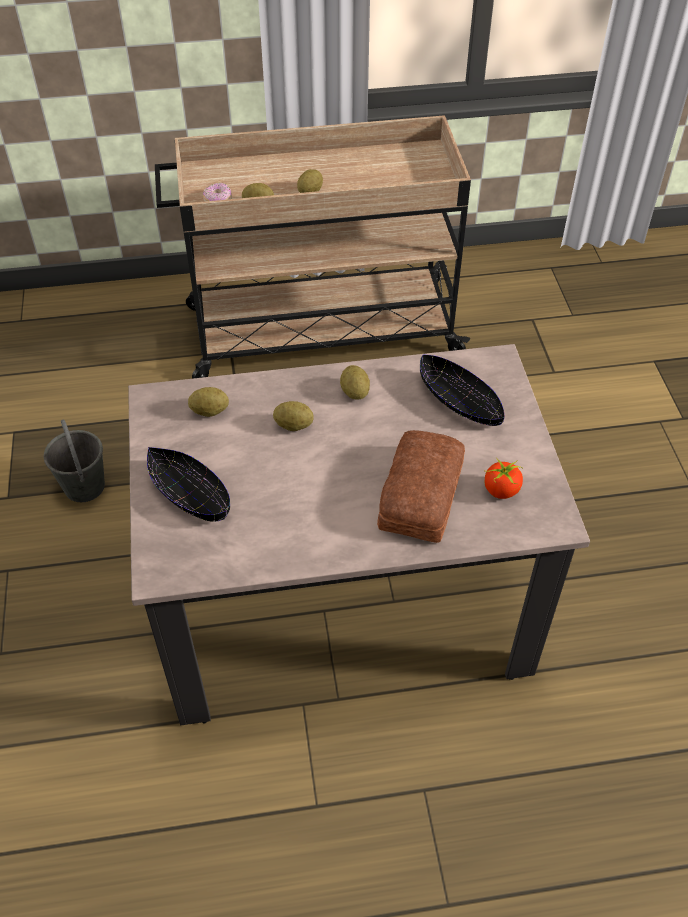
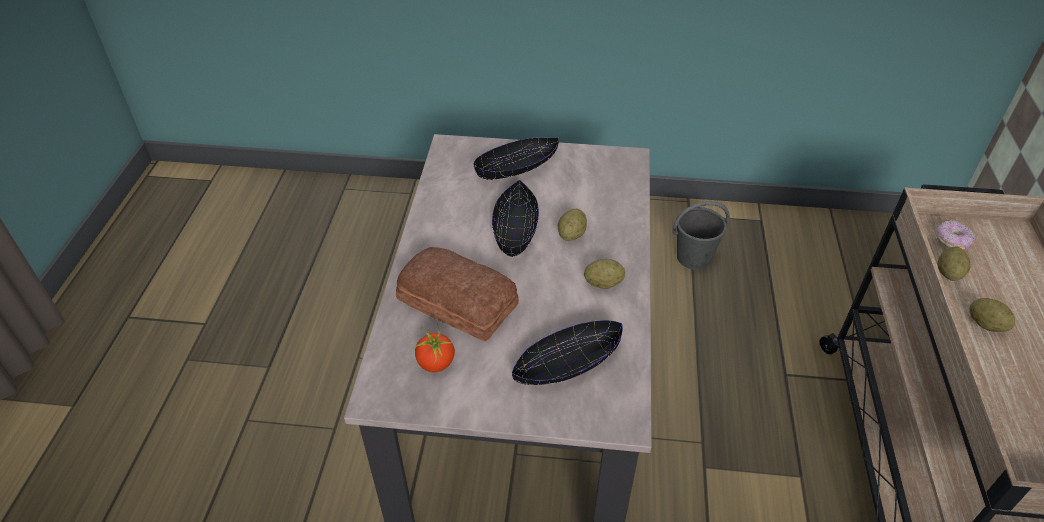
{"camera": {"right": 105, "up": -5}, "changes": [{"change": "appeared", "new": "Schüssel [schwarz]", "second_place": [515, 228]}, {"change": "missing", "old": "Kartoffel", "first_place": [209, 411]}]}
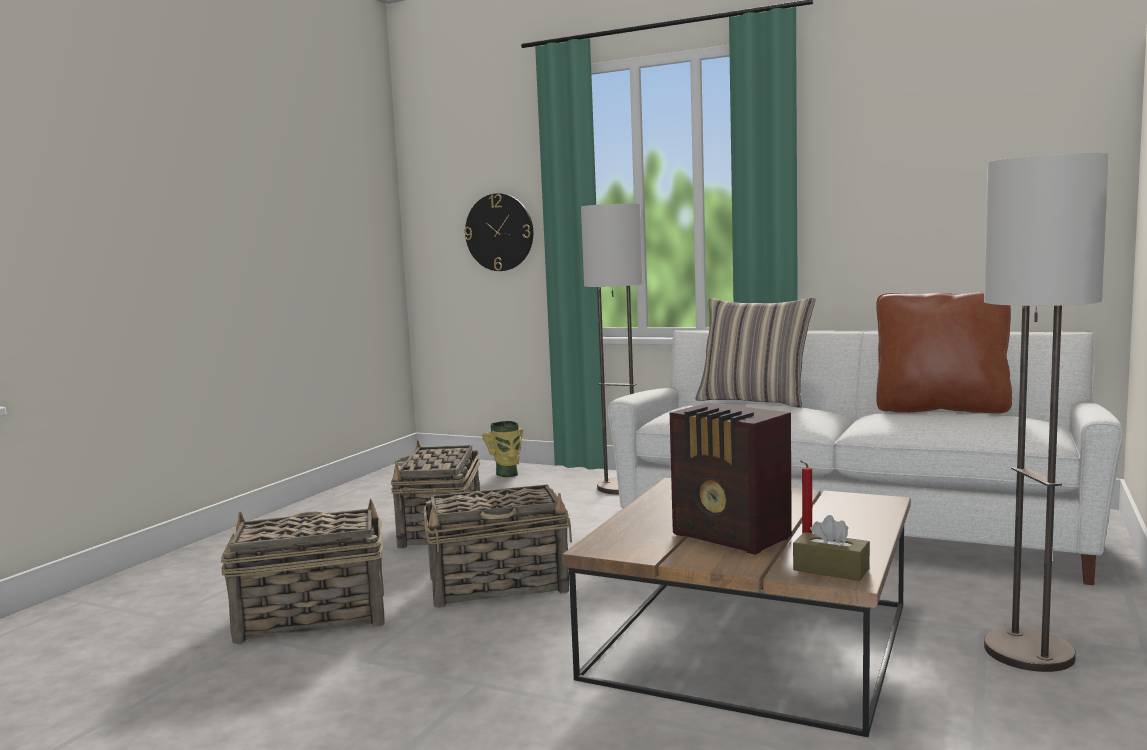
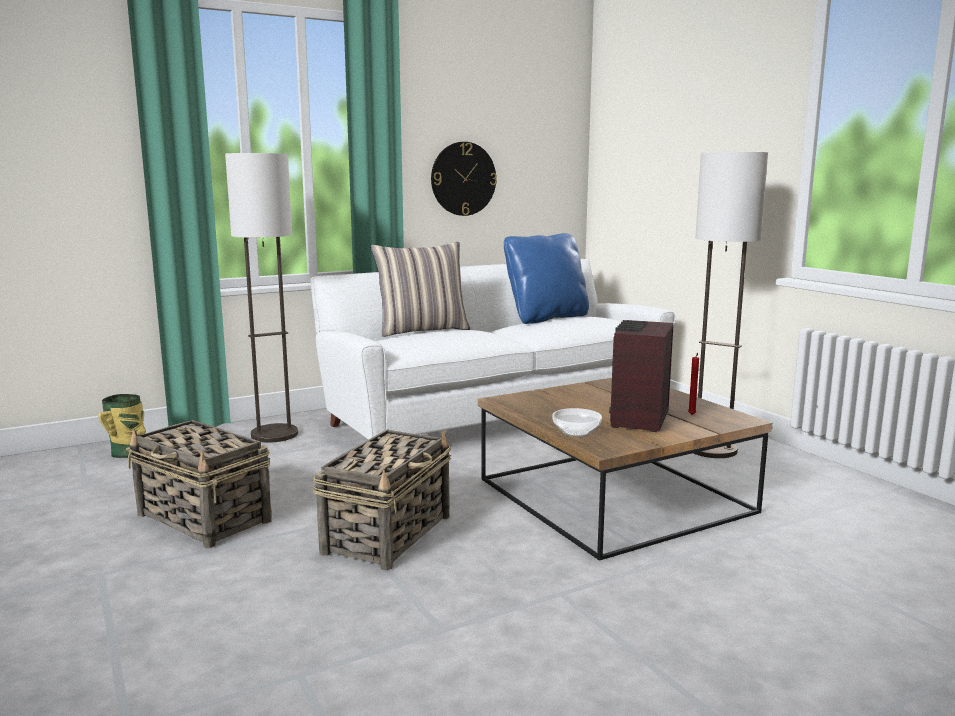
{"camera": {"right": -55, "up": 5}, "changes": [{"change": "relocated", "old": "Wanduhr", "first_place": [499, 232], "second_place": [463, 179]}, {"change": "colour", "old": "Kissen [braun]", "new": "Kissen [blau]", "first_place": [940, 409], "second_place": [546, 318]}, {"change": "appeared", "new": "Schüssel", "second_place": [576, 432]}, {"change": "spun", "old": "Radio", "first_place": [732, 537], "second_place": [638, 419], "degrees": 120}, {"change": "missing", "old": "Korb", "first_place": [310, 618]}, {"change": "missing", "old": "Taschentuchbox [braun]", "first_place": [831, 569]}]}
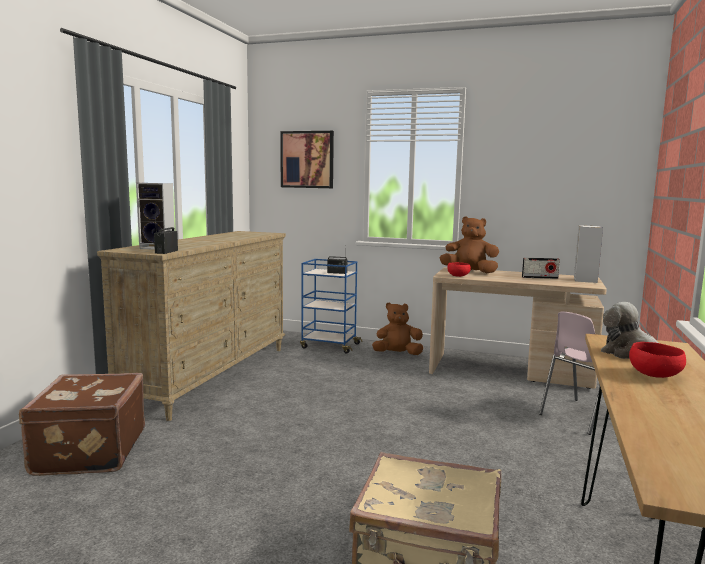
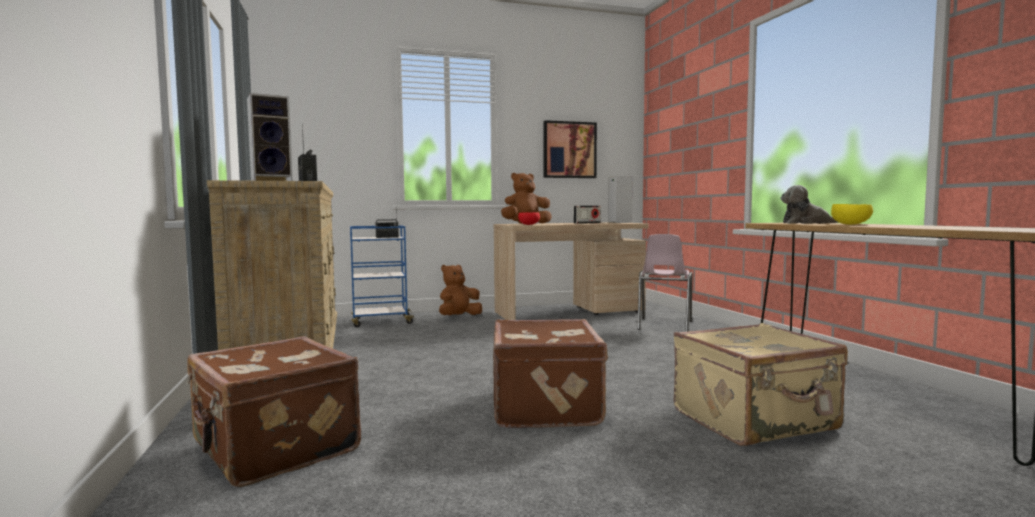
{"camera": {"right": -35, "up": -5}, "changes": [{"change": "appeared", "new": "Koffer [braun]", "second_place": [548, 406]}, {"change": "relocated", "old": "Bild", "first_place": [307, 159], "second_place": [569, 150]}, {"change": "colour", "old": "Schüssel [rot]", "new": "Schüssel [gelb]", "first_place": [656, 375], "second_place": [851, 224]}]}
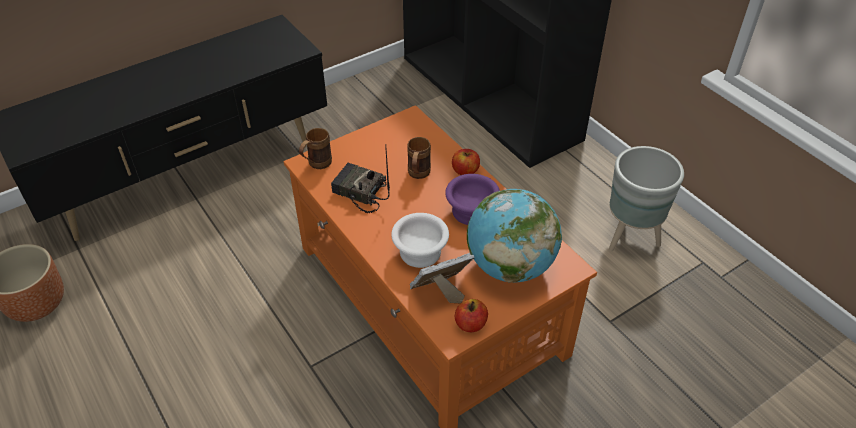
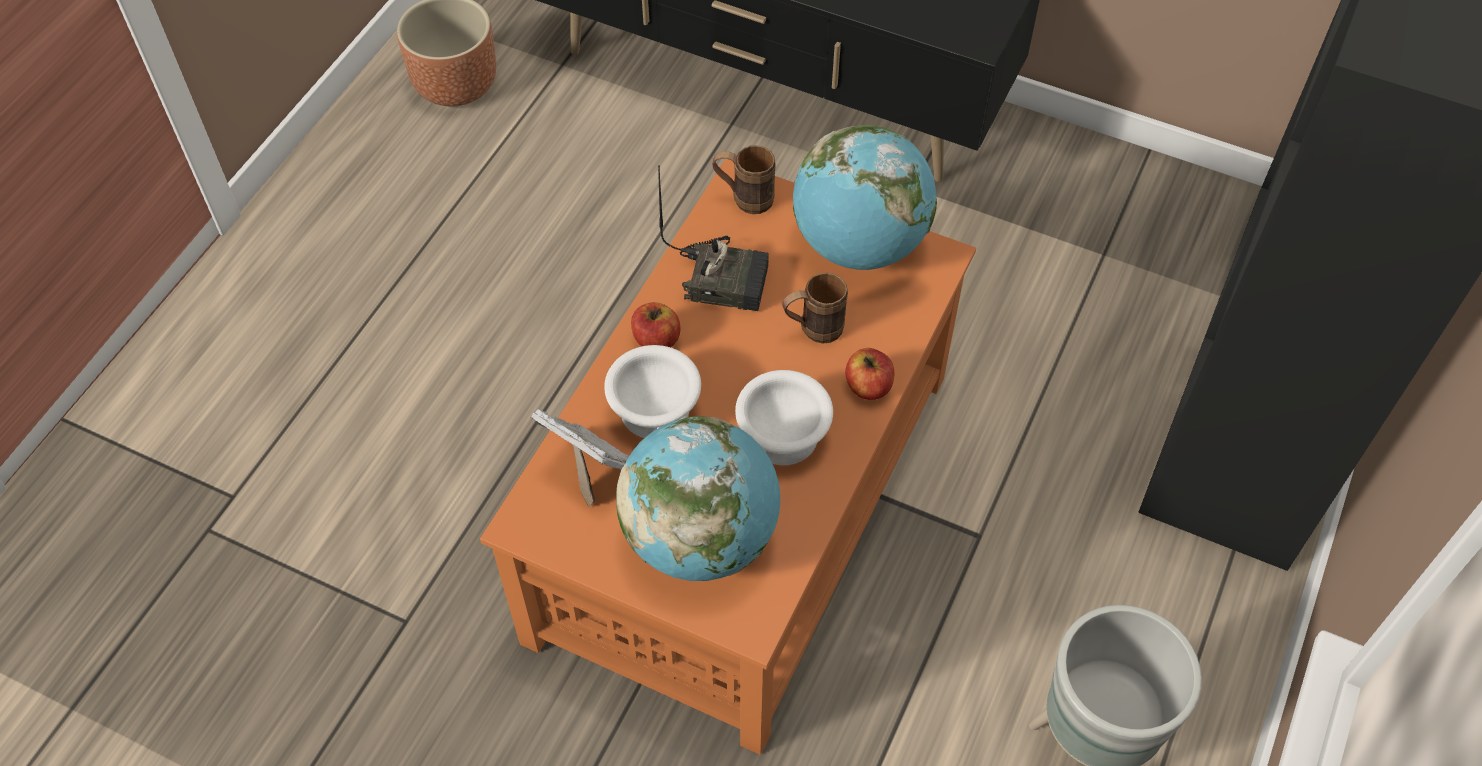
{"camera": {"right": 60, "up": 10}, "changes": [{"change": "relocated", "old": "Apfel", "first_place": [470, 324], "second_place": [656, 340]}, {"change": "spun", "old": "Radio", "first_place": [359, 193], "second_place": [724, 278], "degrees": 105}, {"change": "colour", "old": "Schüssel [lila]", "new": "Schüssel [weiß]", "first_place": [470, 212], "second_place": [780, 435]}, {"change": "appeared", "new": "Globus", "second_place": [859, 245]}]}
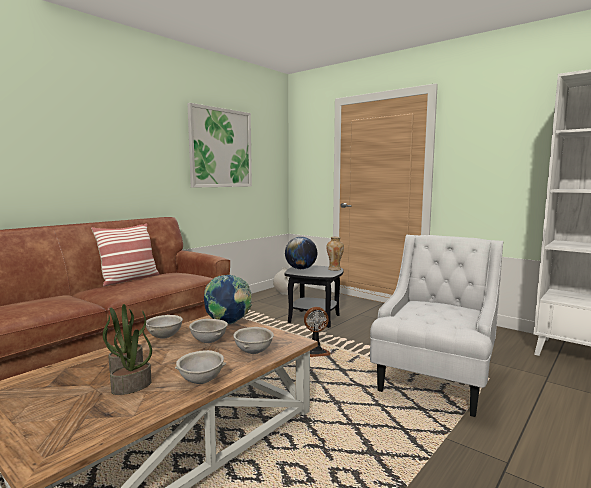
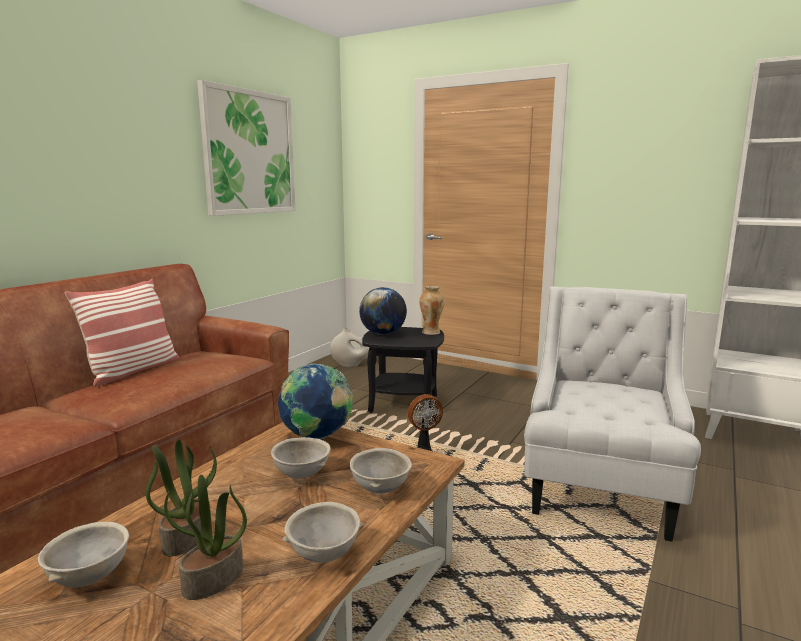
{"camera": {"right": -10, "up": 5}, "changes": [{"change": "relocated", "old": "Schüssel [grau]", "first_place": [164, 337], "second_place": [88, 578]}]}
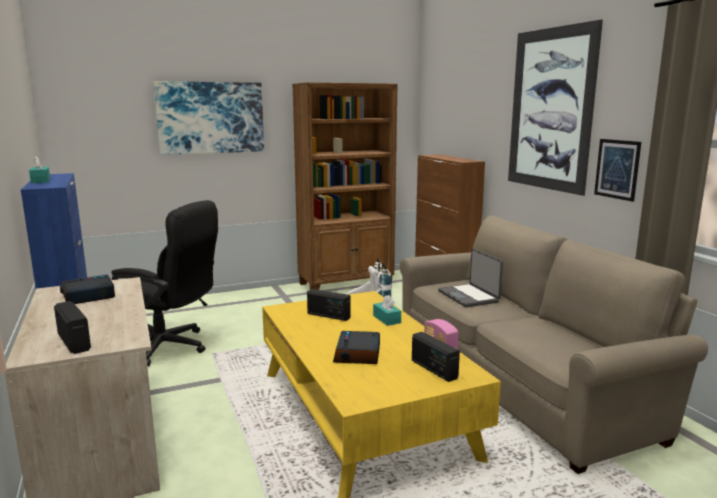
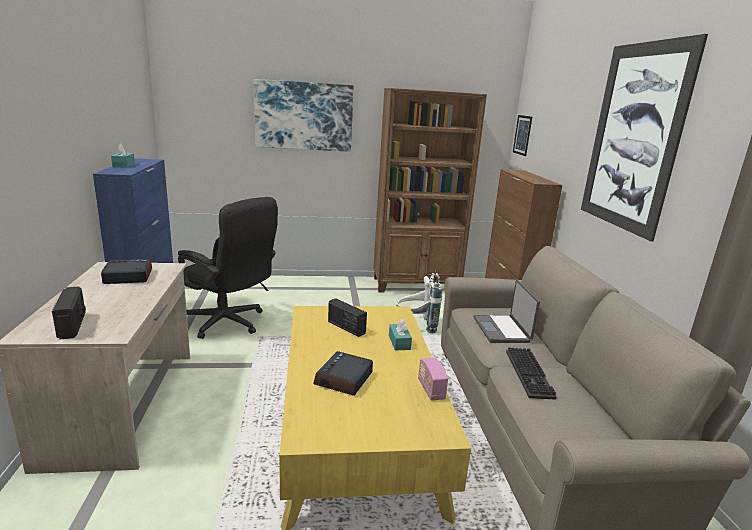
{"camera": {"right": 15, "up": 5}, "changes": [{"change": "appeared", "new": "Tastatur", "second_place": [531, 375]}, {"change": "relocated", "old": "Bild", "first_place": [617, 169], "second_place": [522, 135]}, {"change": "missing", "old": "Radio", "first_place": [433, 369]}]}
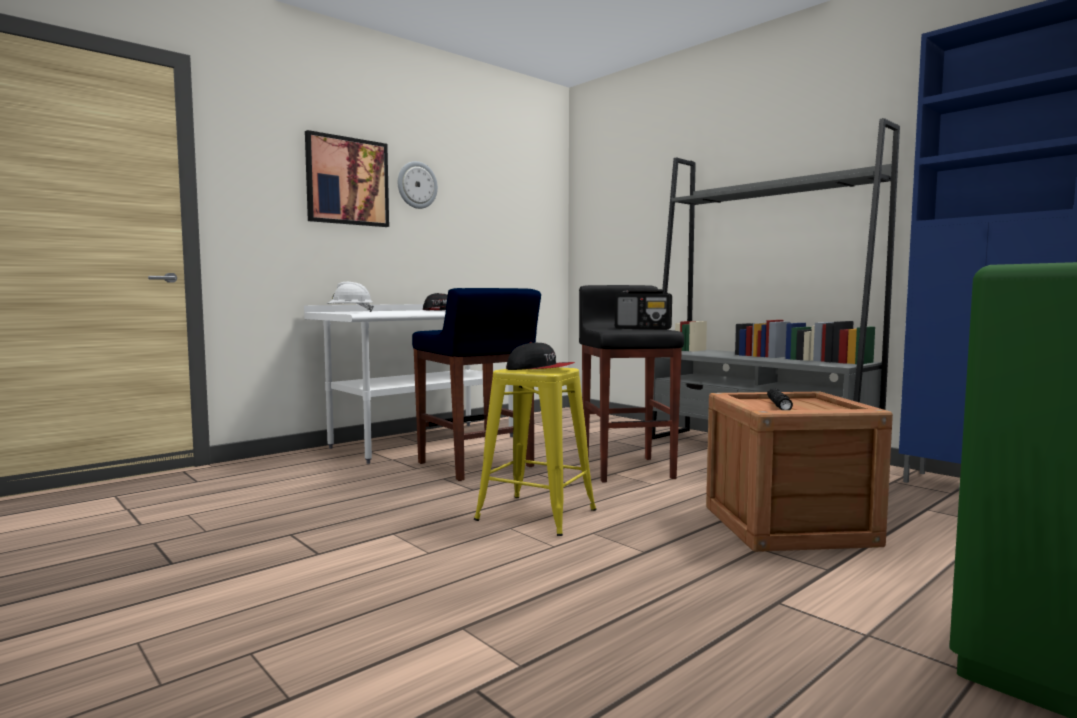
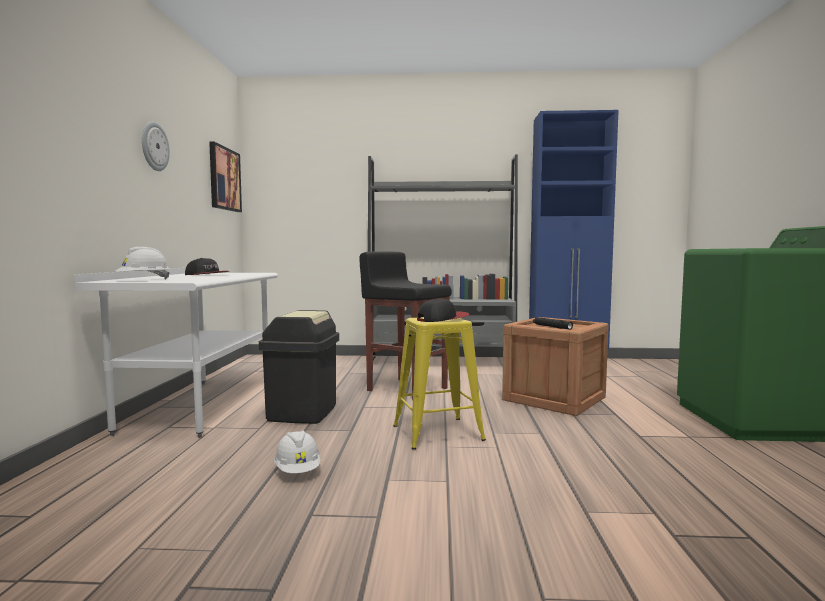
{"camera": {"right": -45, "up": 0}, "changes": [{"change": "relocated", "old": "Bild", "first_place": [347, 181], "second_place": [224, 179]}, {"change": "exchanged", "old": "Hocker [blau]", "new": "Mülleimer [schwarz]", "first_place": [476, 465], "second_place": [303, 413]}, {"change": "appeared", "new": "Schutzhelm [weiß]", "second_place": [298, 471]}, {"change": "missing", "old": "Radio", "first_place": [643, 328]}]}
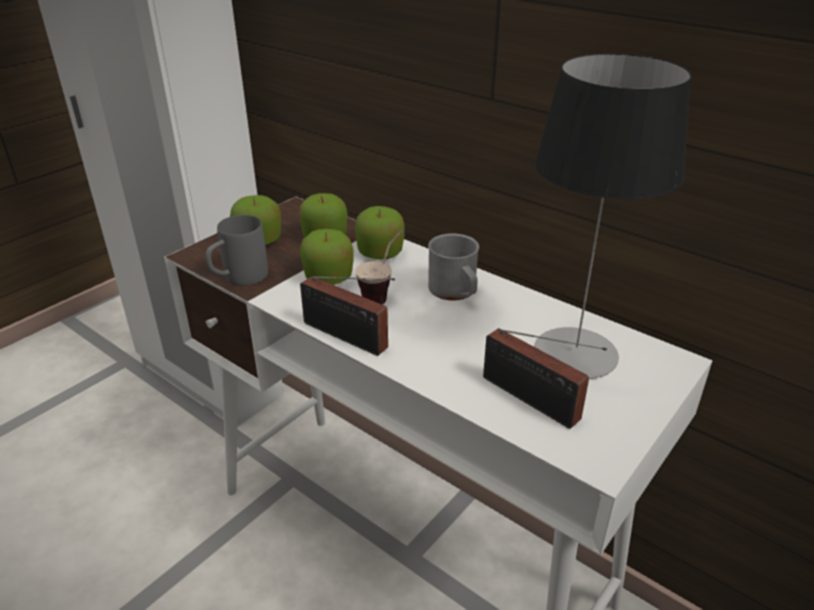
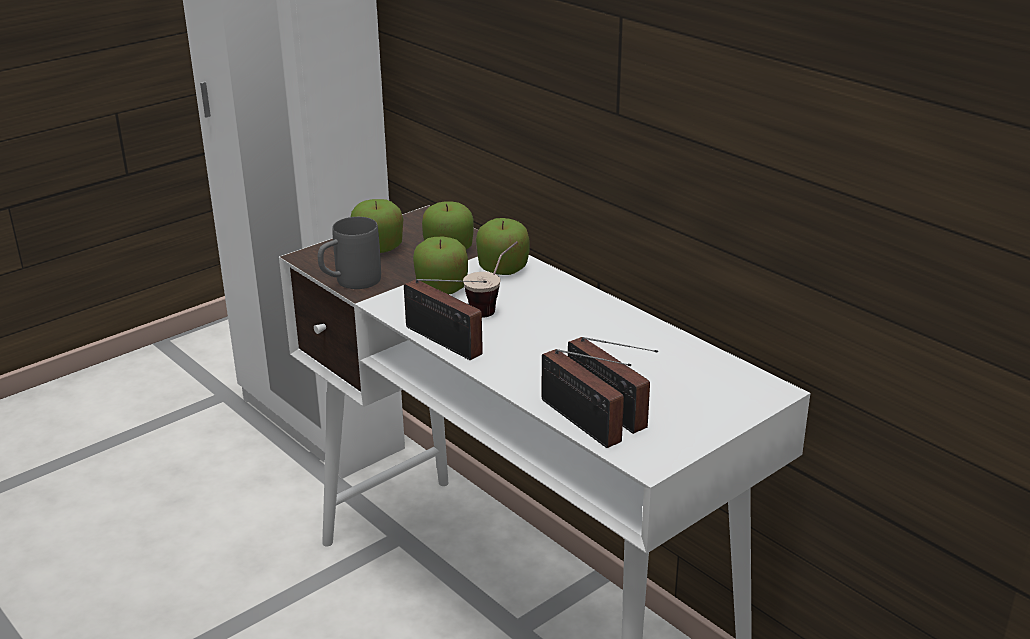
{"camera": {"right": 10, "up": -5}, "changes": [{"change": "appeared", "new": "Radio", "second_place": [583, 424]}, {"change": "missing", "old": "Henkelbecher [grau]", "first_place": [455, 292]}, {"change": "missing", "old": "Tischlampe", "first_place": [575, 352]}]}
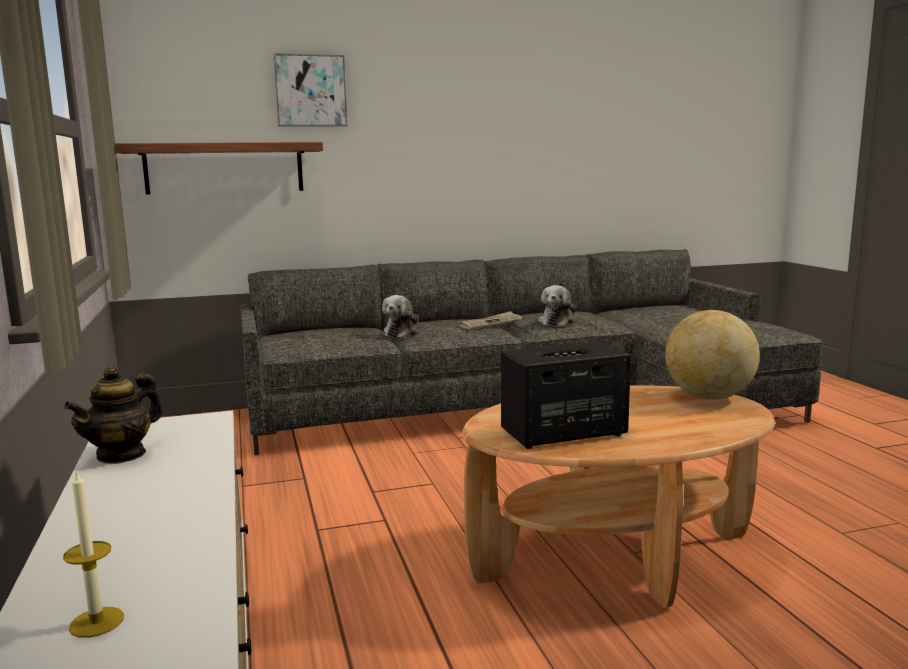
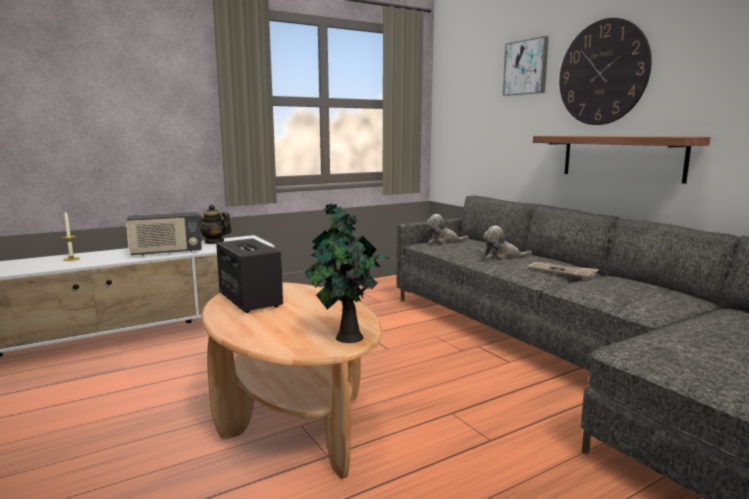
{"camera": {"right": 75, "up": 0}, "changes": [{"change": "appeared", "new": "Radio", "second_place": [166, 252]}, {"change": "exchanged", "old": "Globus", "new": "Topfpflanze", "first_place": [708, 397], "second_place": [346, 338]}, {"change": "relocated", "old": "Plüschtier", "first_place": [557, 321], "second_place": [443, 242]}, {"change": "relocated", "old": "Wandregal", "first_place": [224, 168], "second_place": [621, 157]}, {"change": "appeared", "new": "Wanduhr", "second_place": [602, 73]}]}
